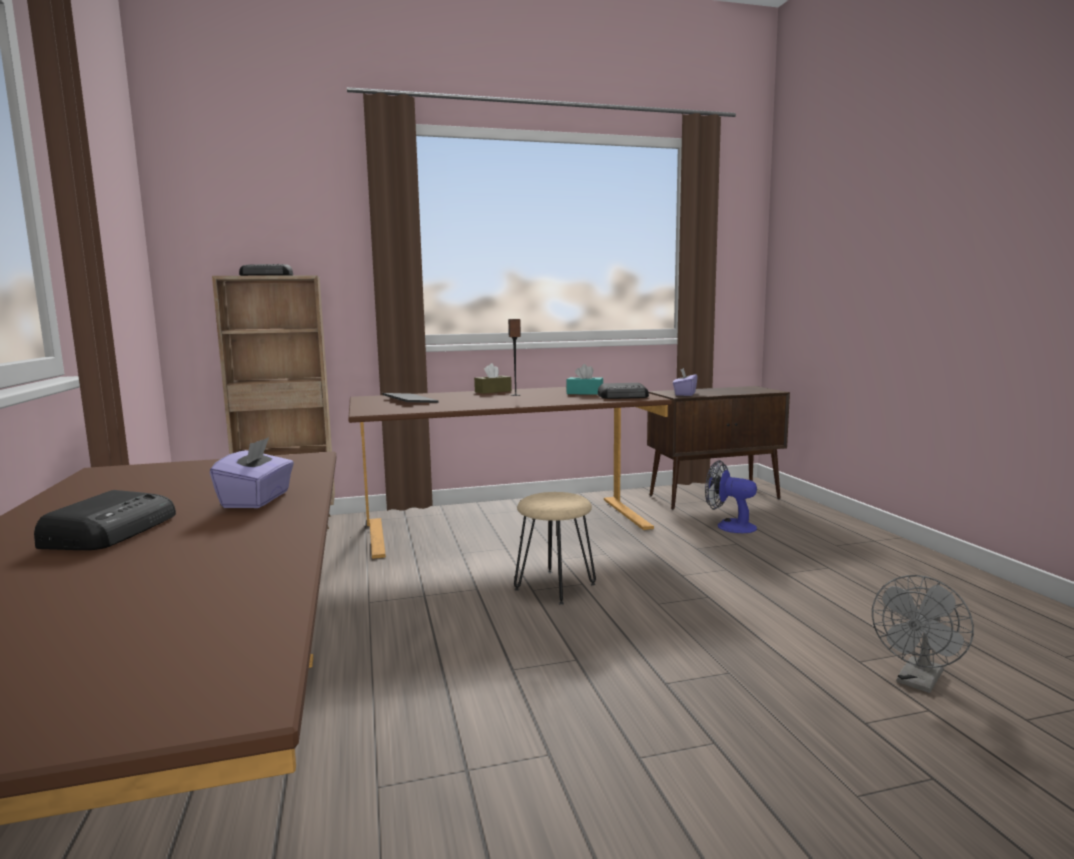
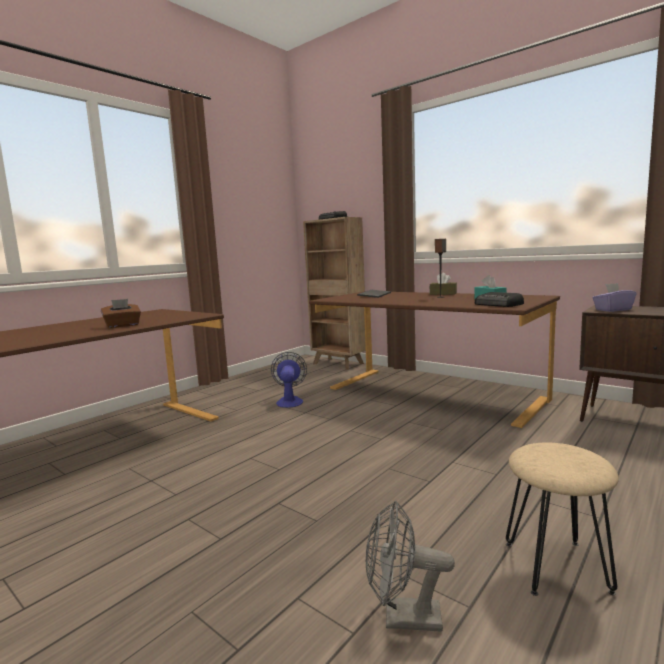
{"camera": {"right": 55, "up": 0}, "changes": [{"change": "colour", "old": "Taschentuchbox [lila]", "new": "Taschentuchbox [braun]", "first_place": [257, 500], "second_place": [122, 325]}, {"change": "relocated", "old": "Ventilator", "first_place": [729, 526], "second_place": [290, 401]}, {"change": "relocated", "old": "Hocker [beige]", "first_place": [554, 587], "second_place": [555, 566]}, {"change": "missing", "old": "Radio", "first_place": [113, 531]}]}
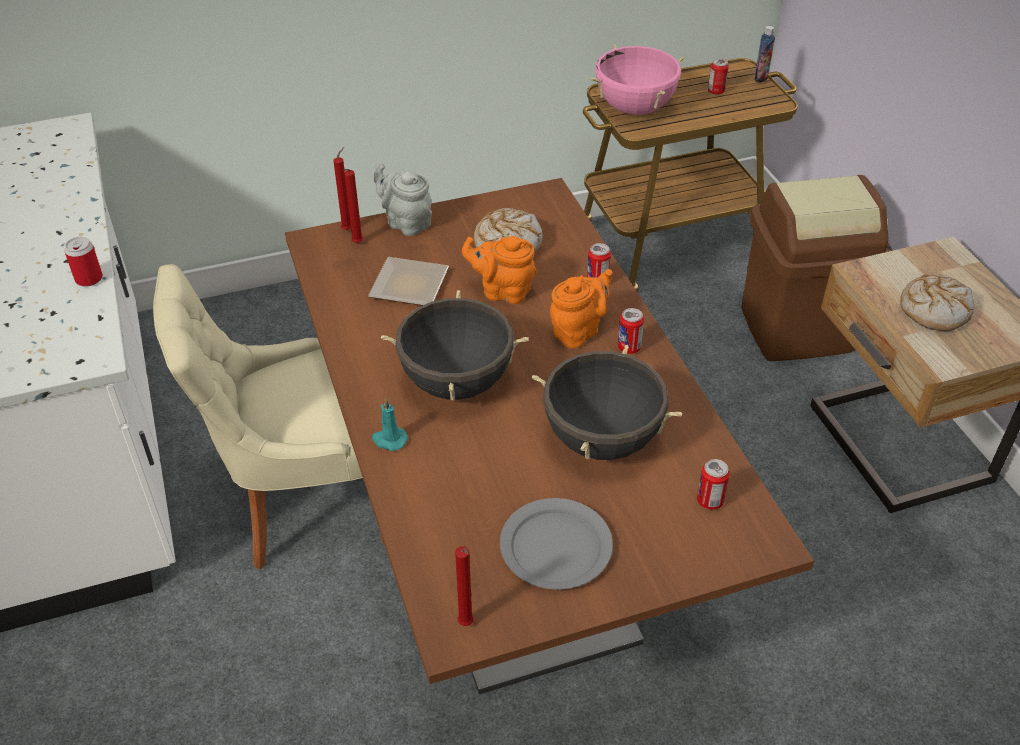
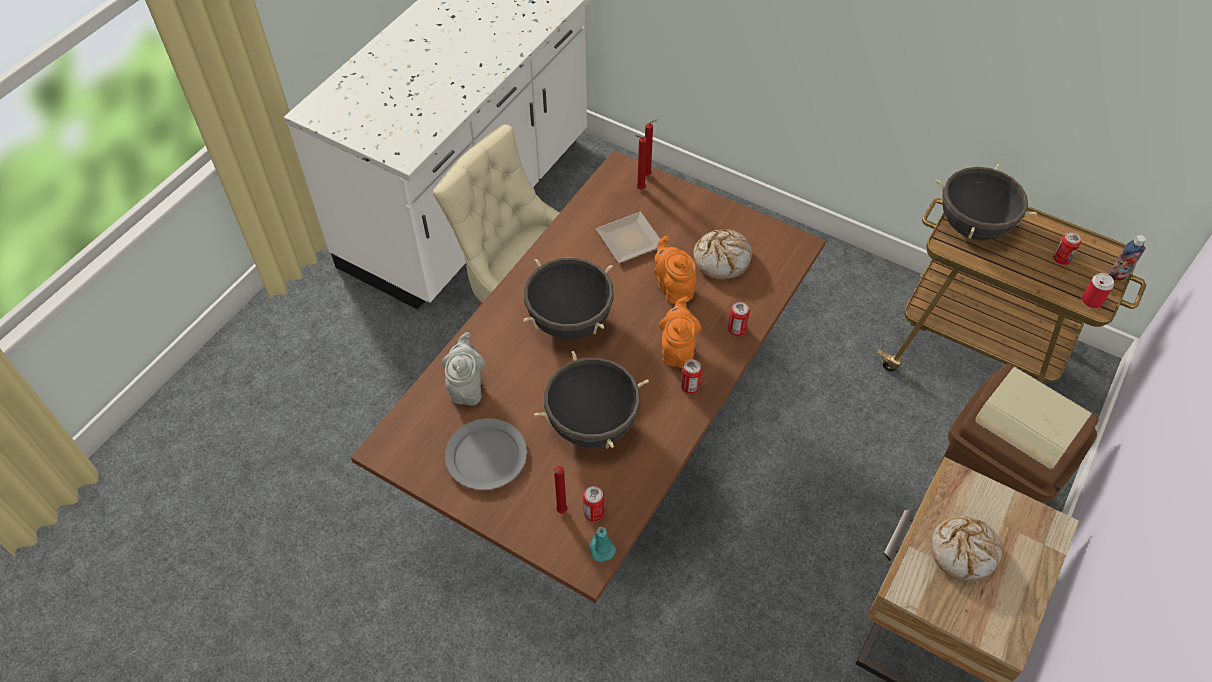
{"camera": {"right": 50, "up": 10}, "changes": [{"change": "relocated", "old": "Teekanne [grau]", "first_place": [406, 223], "second_place": [466, 387]}, {"change": "relocated", "old": "Kerze [rot]", "first_place": [466, 625], "second_place": [560, 512]}, {"change": "relocated", "old": "Kerze [türkis]", "first_place": [389, 440], "second_place": [601, 548]}, {"change": "spun", "old": "Teekanne [orange]", "first_place": [578, 331], "second_place": [678, 350], "degrees": -90}, {"change": "colour", "old": "Kochtopf [rosa]", "new": "Kochtopf [schwarz]", "first_place": [634, 109], "second_place": [972, 226]}, {"change": "relocated", "old": "Dose", "first_place": [89, 279], "second_place": [1091, 301]}]}
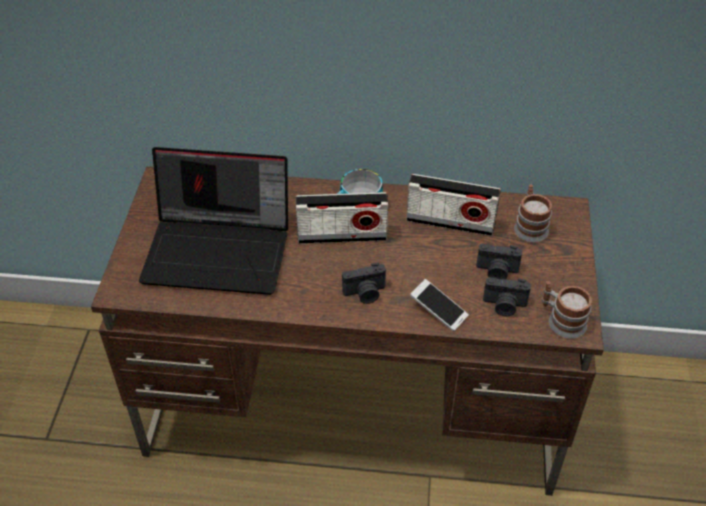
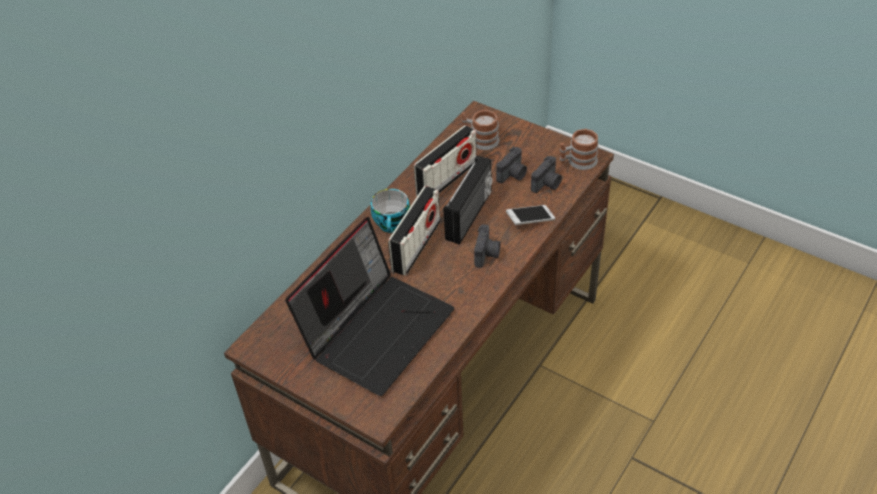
{"camera": {"right": -60, "up": 0}, "changes": [{"change": "appeared", "new": "Radio", "second_place": [470, 216]}]}
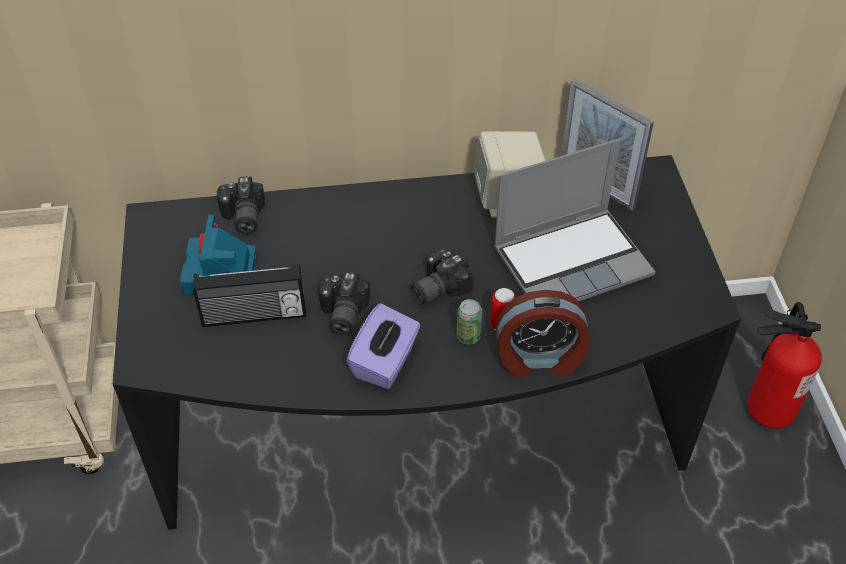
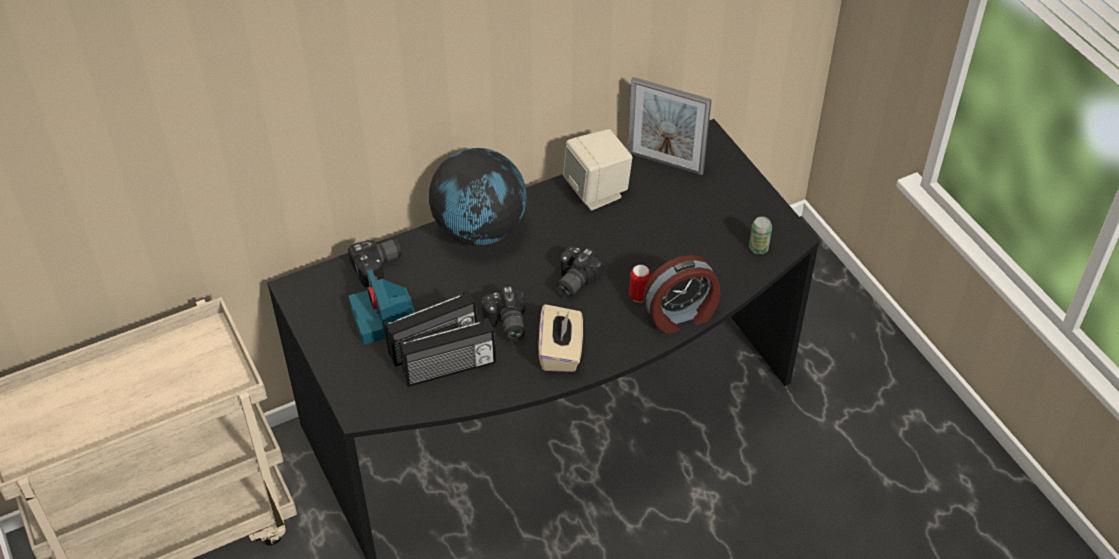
{"camera": {"right": -20, "up": 0}, "changes": [{"change": "spun", "old": "Kamera", "first_place": [242, 218], "second_place": [378, 267], "degrees": -90}, {"change": "appeared", "new": "Radio", "second_place": [450, 369]}, {"change": "appeared", "new": "Globus", "second_place": [480, 230]}, {"change": "colour", "old": "Taschentuchbox [lila]", "new": "Taschentuchbox [beige]", "first_place": [385, 362], "second_place": [561, 352]}, {"change": "relocated", "old": "Dose", "first_place": [468, 336], "second_place": [758, 248]}, {"change": "missing", "old": "Laptop", "first_place": [573, 261]}, {"change": "missing", "old": "Feuerlöscher", "first_place": [764, 406]}]}
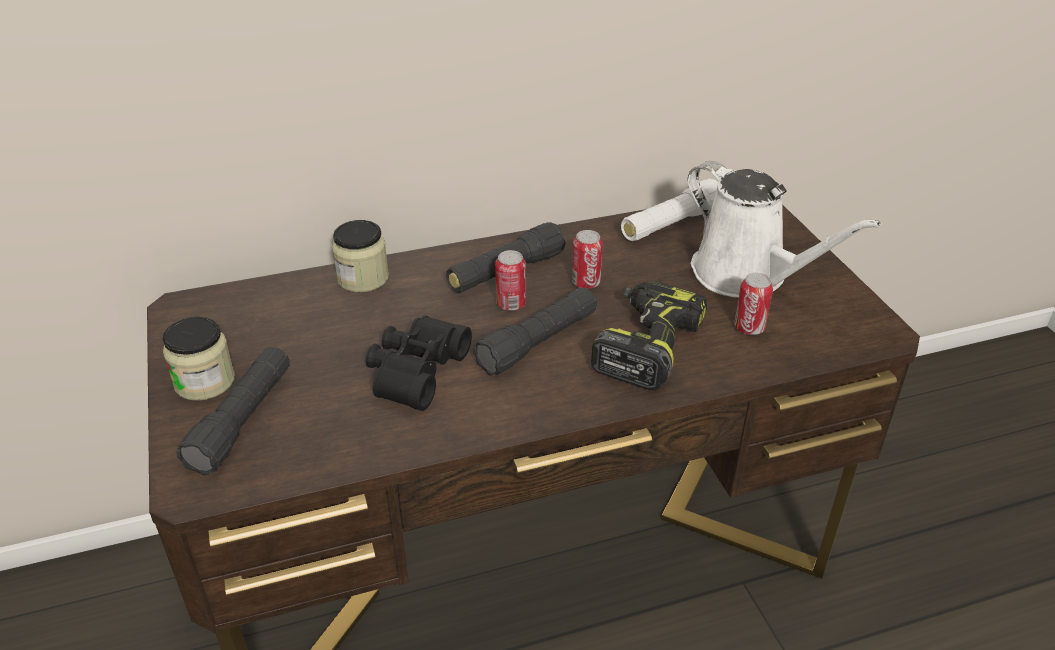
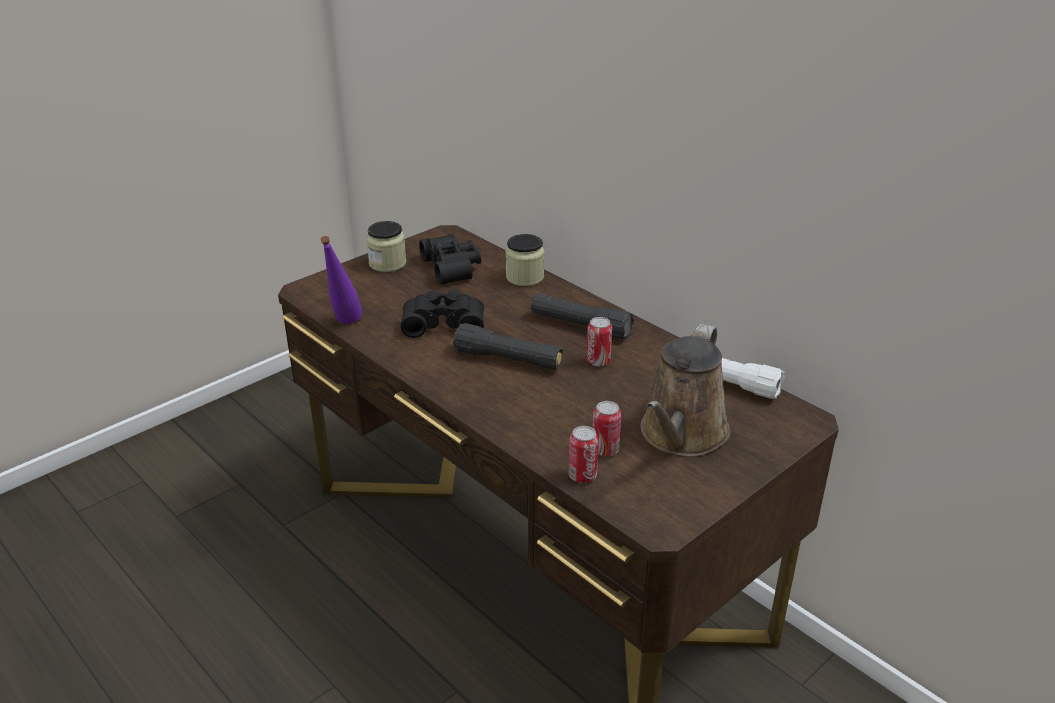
{"camera": {"right": 65, "up": -5}, "changes": [{"change": "appeared", "new": "Flasche [lila]", "second_place": [344, 326]}, {"change": "appeared", "new": "Fernglas [schwarz]", "second_place": [453, 267]}, {"change": "relocated", "old": "Dose", "first_place": [511, 304], "second_place": [582, 476]}, {"change": "colour", "old": "Gießkanne [weiß]", "new": "Gießkanne [braun]", "first_place": [746, 275], "second_place": [681, 435]}, {"change": "missing", "old": "Taschenlampe [schwarz]", "first_place": [242, 421]}, {"change": "missing", "old": "Bohrmaschine", "first_place": [646, 346]}]}
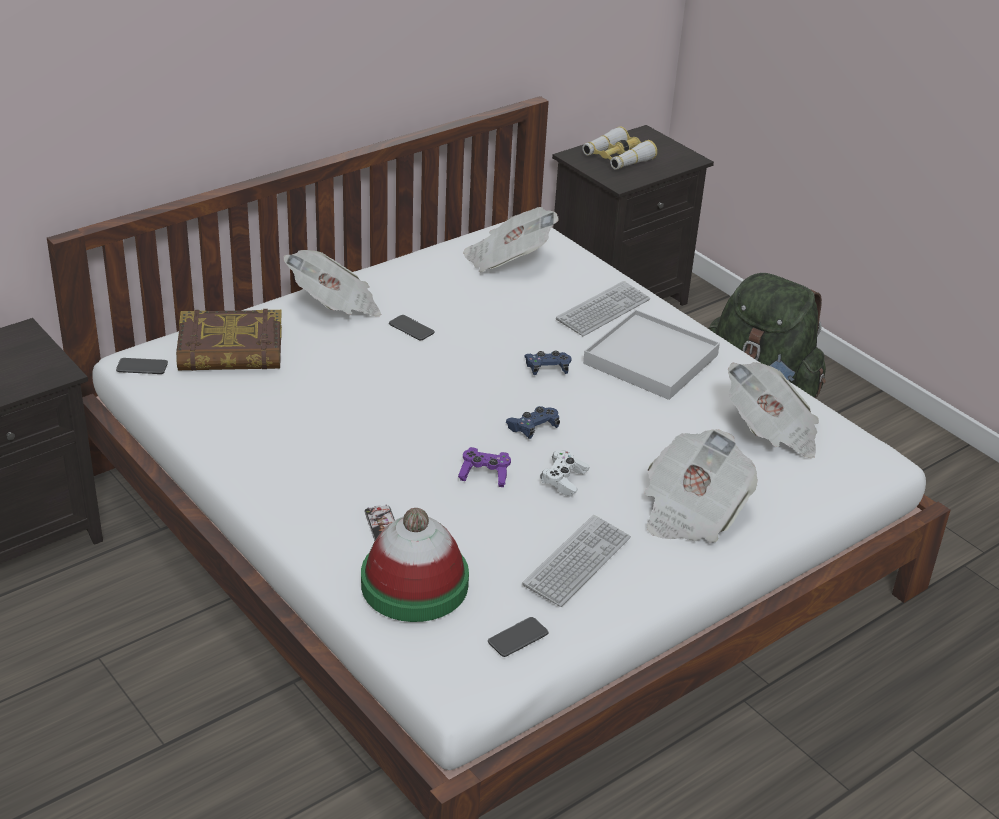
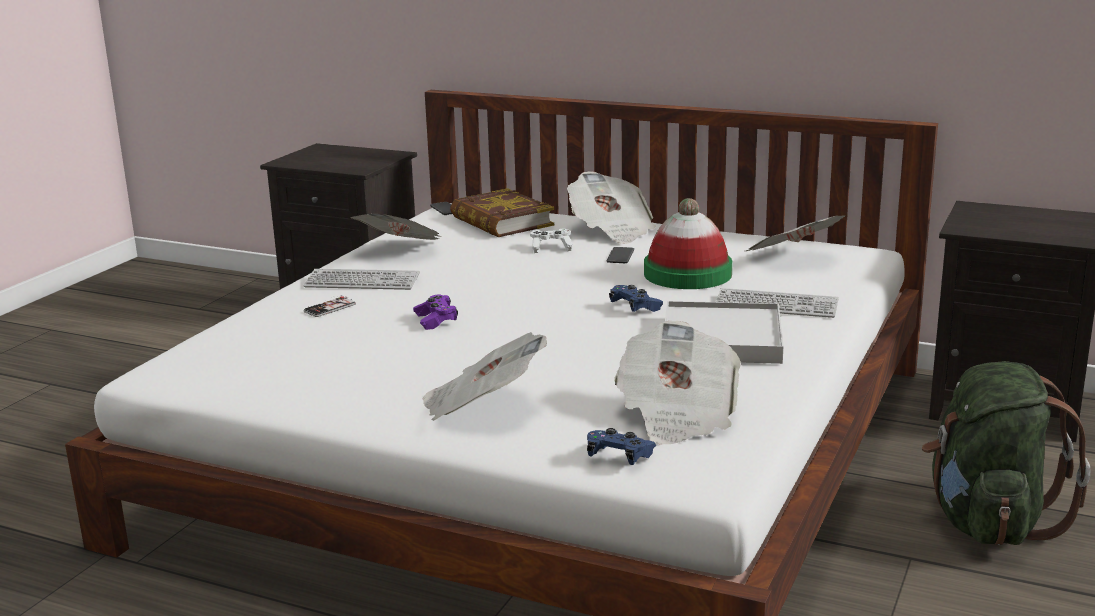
{"camera": {"right": 65, "up": -15}, "changes": [{"change": "relocated", "old": "Tastatur", "first_place": [577, 562], "second_place": [362, 282]}, {"change": "appeared", "new": "Zeitung", "second_place": [402, 251]}, {"change": "relocated", "old": "Gamepad [weiß]", "first_place": [564, 480], "second_place": [551, 248]}, {"change": "relocated", "old": "Gamepad [blau]", "first_place": [533, 428], "second_place": [619, 456]}, {"change": "relocated", "old": "Hut", "first_place": [414, 584], "second_place": [687, 274]}, {"change": "missing", "old": "Handy", "first_place": [518, 638]}, {"change": "missing", "old": "Fernglas", "first_place": [617, 158]}]}
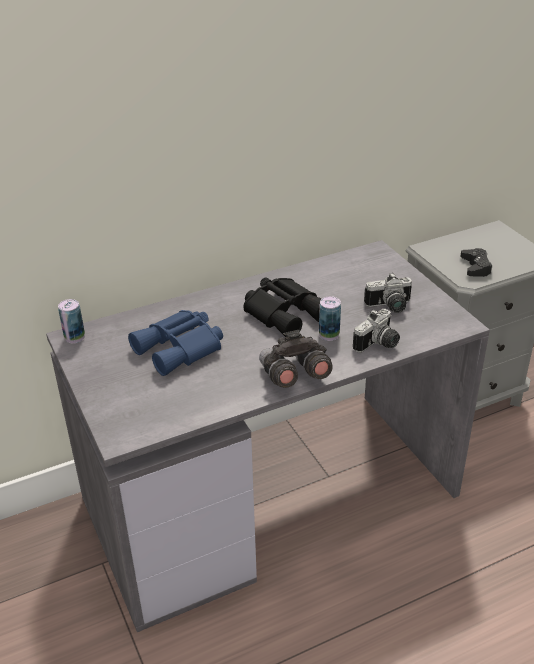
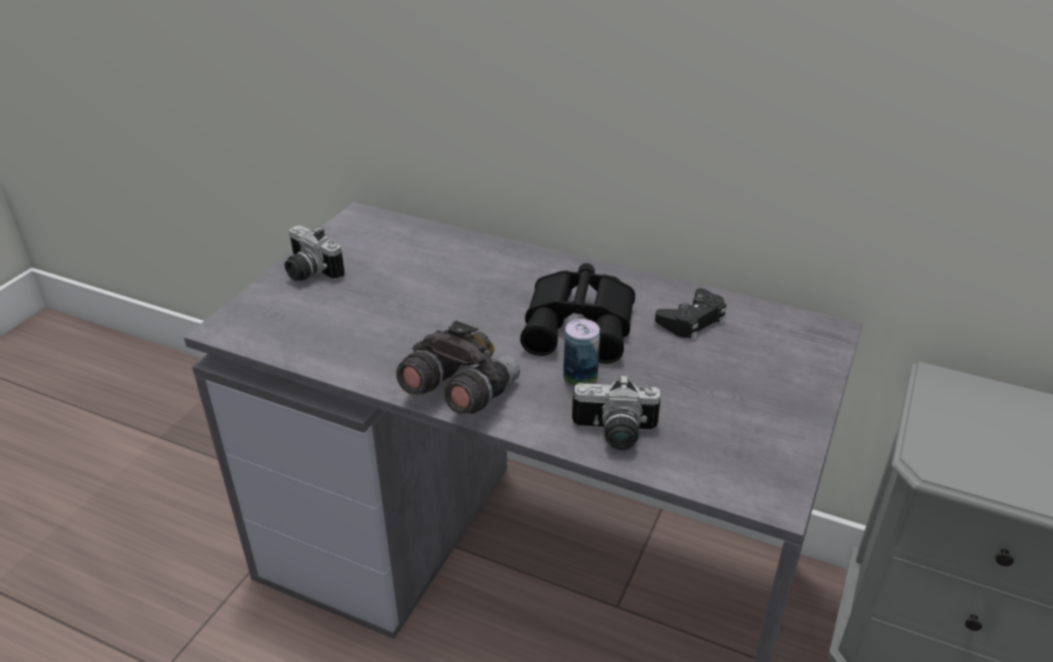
{"camera": {"right": 50, "up": 0}, "changes": [{"change": "relocated", "old": "Kamera", "first_place": [390, 307], "second_place": [308, 273]}, {"change": "relocated", "old": "Gamepad [schwarz]", "first_place": [475, 267], "second_place": [692, 321]}, {"change": "missing", "old": "Dose", "first_place": [74, 337]}, {"change": "missing", "old": "Fernglas [blau]", "first_place": [181, 348]}]}
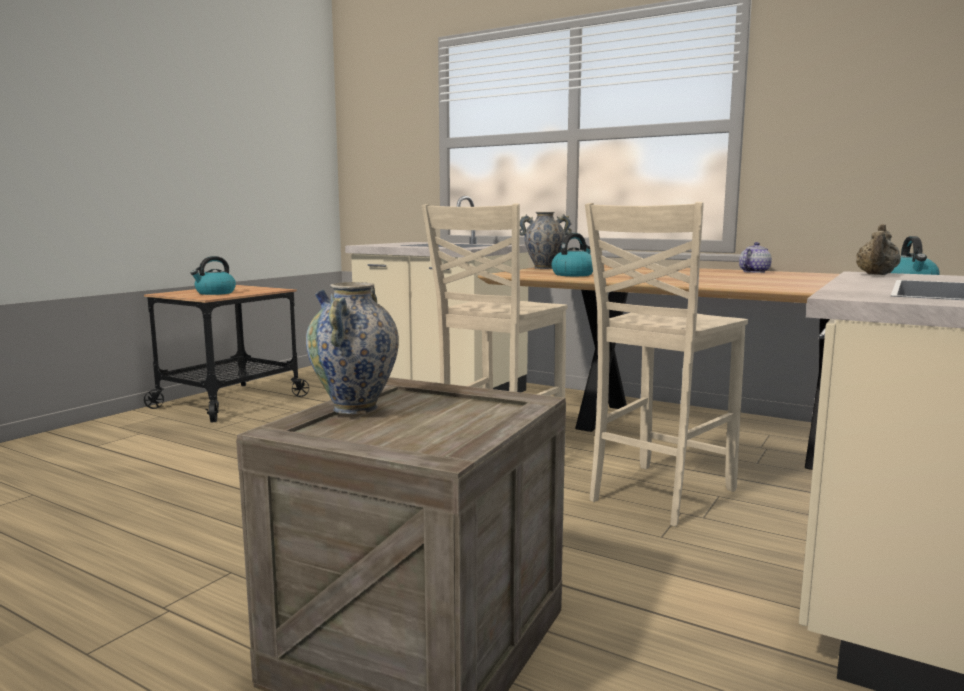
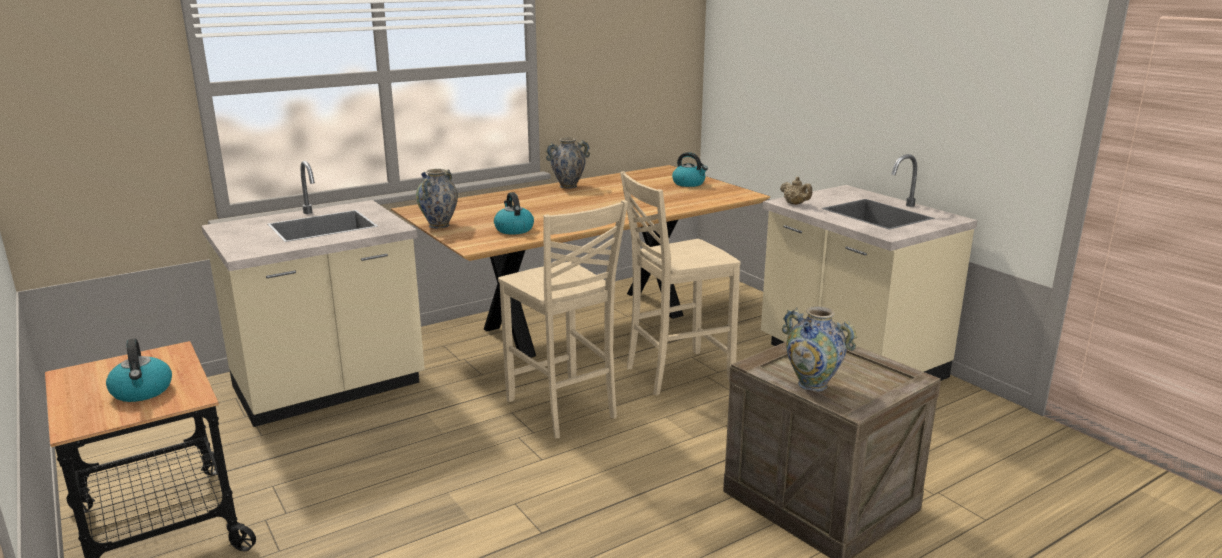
{"camera": {"right": -65, "up": 10}, "changes": [{"change": "exchanged", "old": "Teekanne", "new": "Vase", "first_place": [754, 272], "second_place": [568, 186]}, {"change": "spun", "old": "Stuhl [beige]", "first_place": [657, 495], "second_place": [675, 373], "degrees": 90}]}
